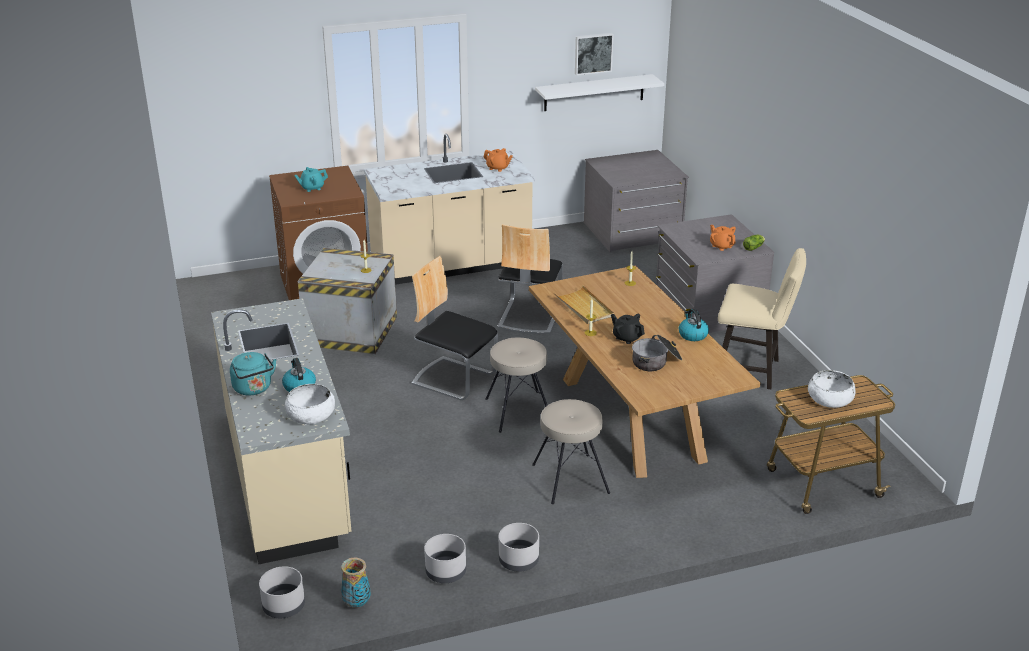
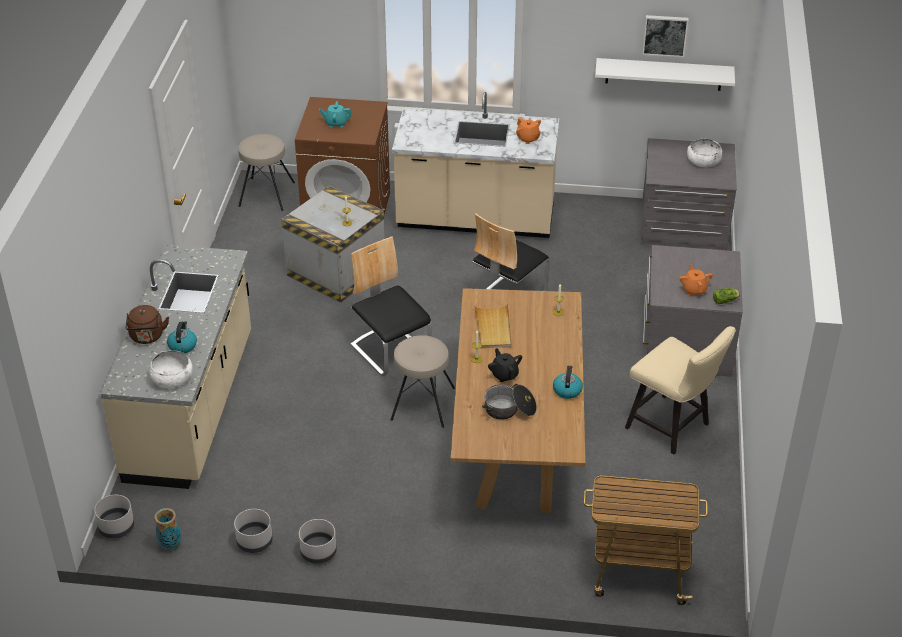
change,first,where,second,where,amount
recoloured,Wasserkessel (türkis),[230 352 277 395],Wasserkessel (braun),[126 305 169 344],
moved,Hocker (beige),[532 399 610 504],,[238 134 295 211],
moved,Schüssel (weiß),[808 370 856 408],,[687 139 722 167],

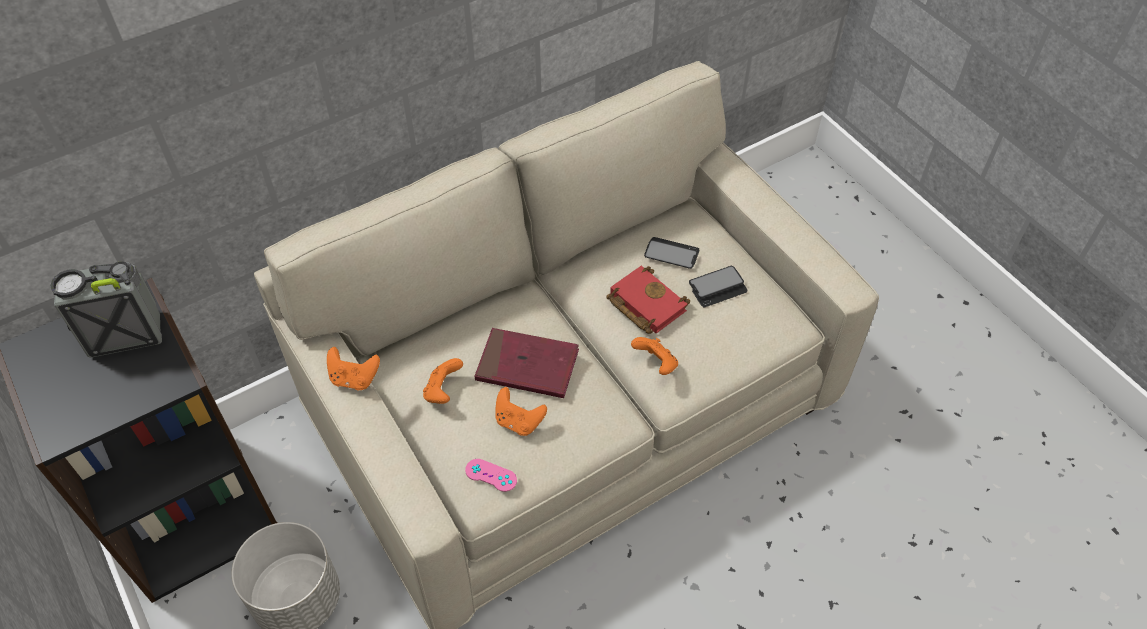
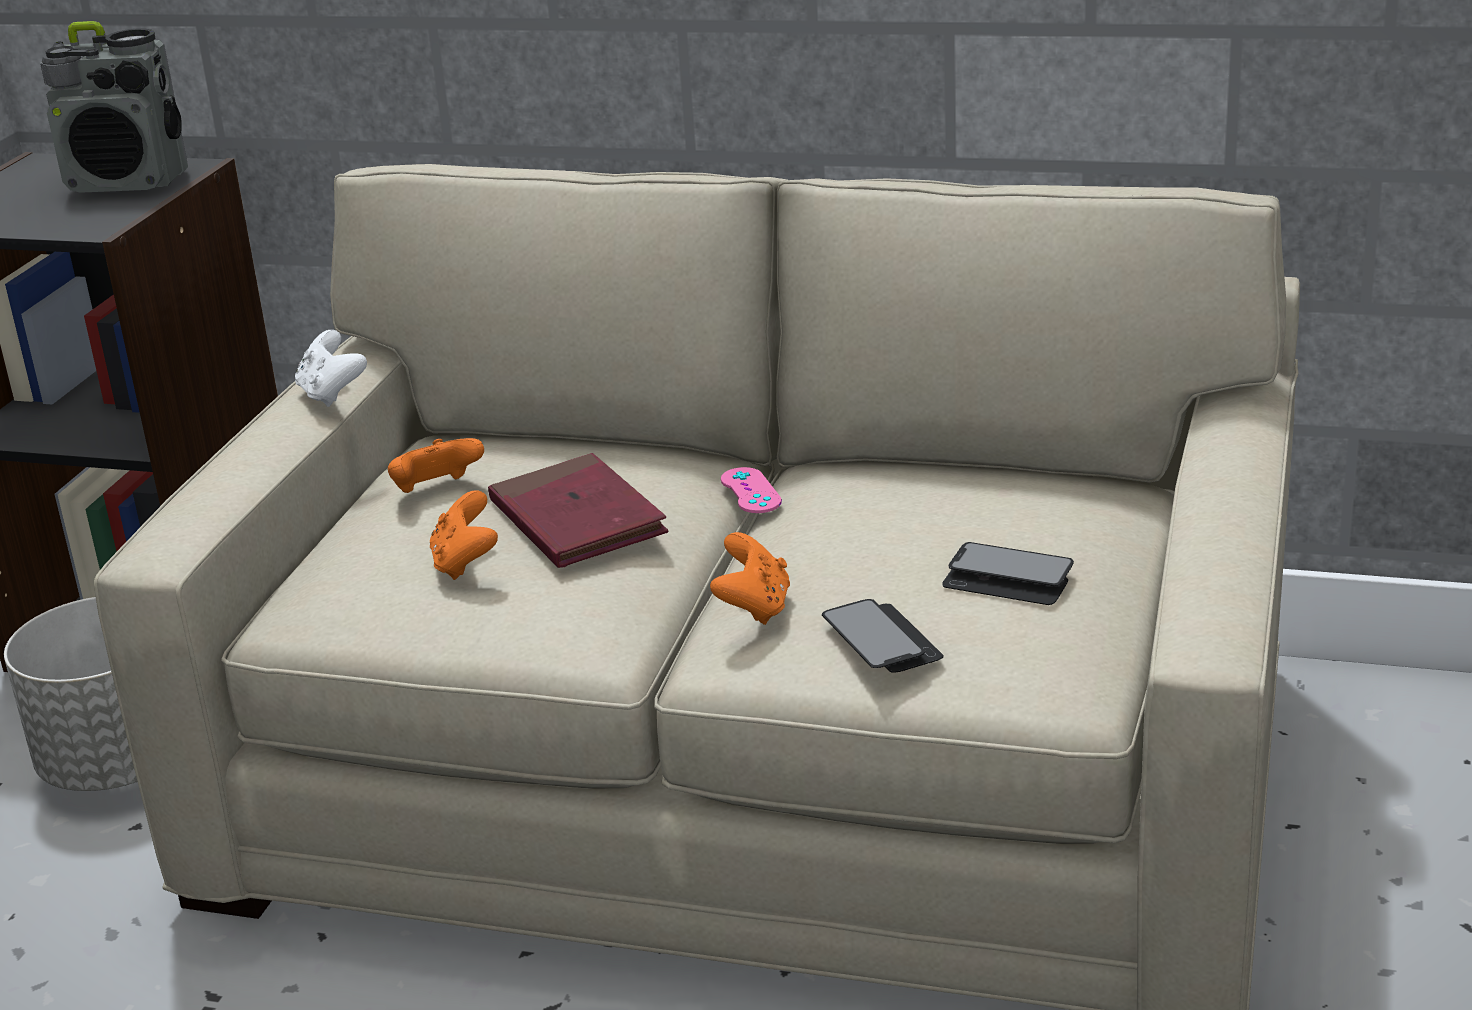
change,first,where,second,where,amount
turned,Radio,[50 261 162 358],,[40 21 188 193],150 degrees clockwise
recoloured,Gamepad (orange),[327 347 380 390],Gamepad (weiß),[295 330 367 407],
moved,Gamepad (rosa),[465 459 517 492],,[721 467 782 513],
moved,Handy,[644 237 699 269],,[822 599 944 673],
removed,Buch (rot),[606 266 690 334],,,

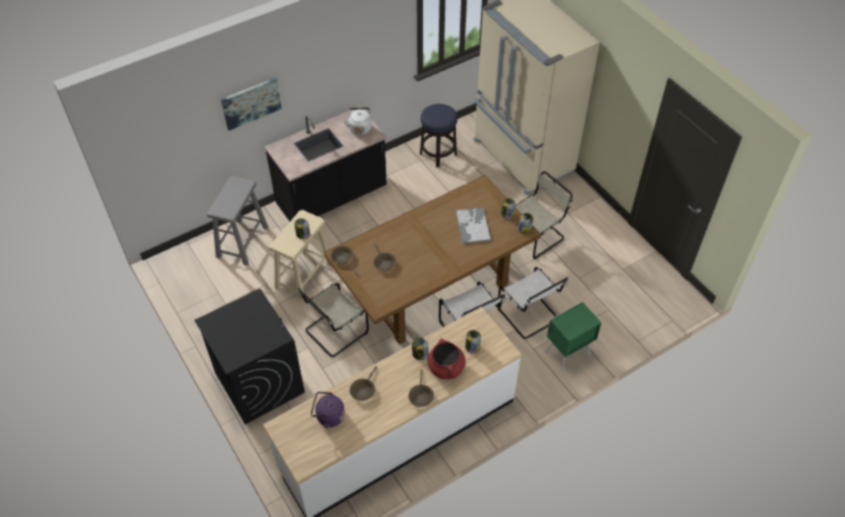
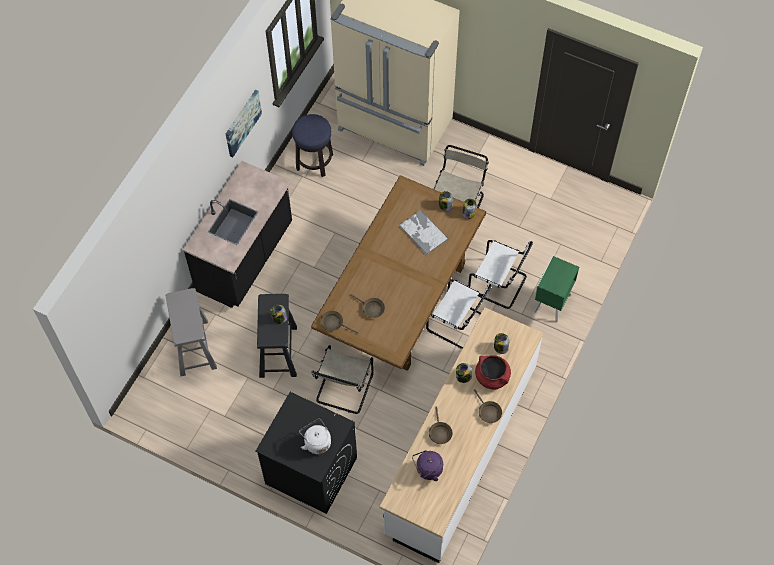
change,first,where,second,where,amount
moved,Bild,[221 78 282 131],,[226 89 262 158],
recoloured,Hocker (beige),[269 210 332 303],Hocker (schwarz),[257 294 297 378],
moved,Wasserkessel (weiß),[343 107 371 135],,[299 419 331 454],

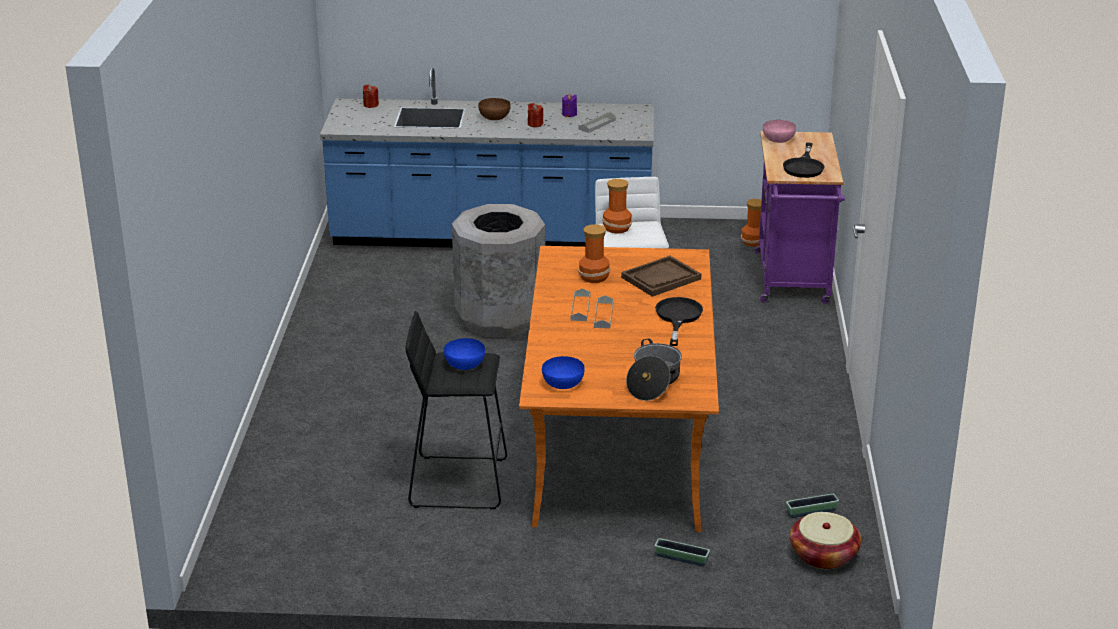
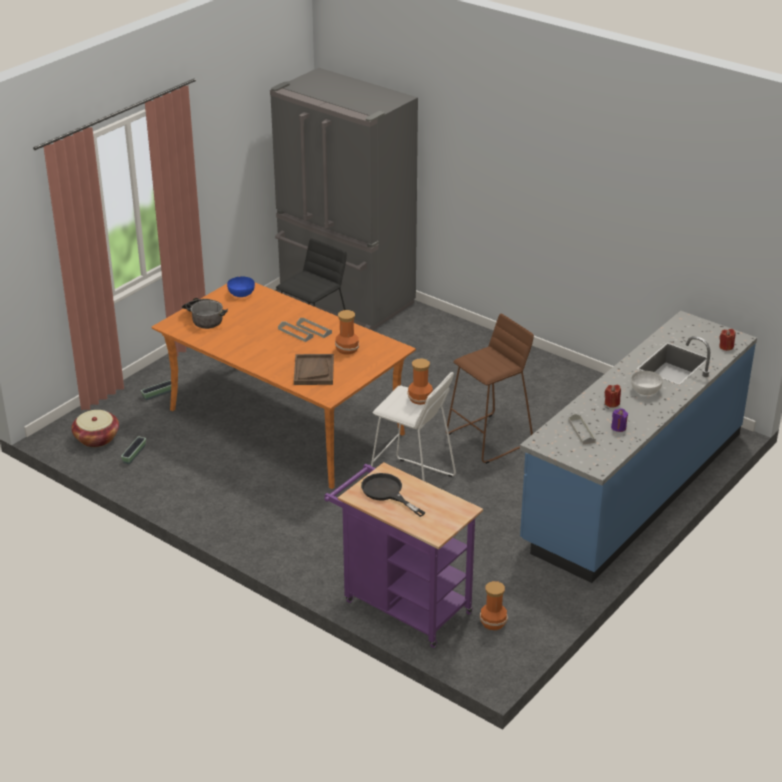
change,first,where,second,where,amount
added,,,Kühlschrank (grau),[270 68 418 331],
replaced,Mülleimer (grau),[452 204 545 337],Hocker (braun),[446 313 534 464],
recoloured,Schüssel (braun),[478 98 511 120],Schüssel (weiß),[631 371 663 395],
removed,Schüssel (blau),[444 338 485 370],,,
removed,Pfanne (schwarz),[655 297 703 346],,,
removed,Schüssel (rosa),[763 120 796 143],,,

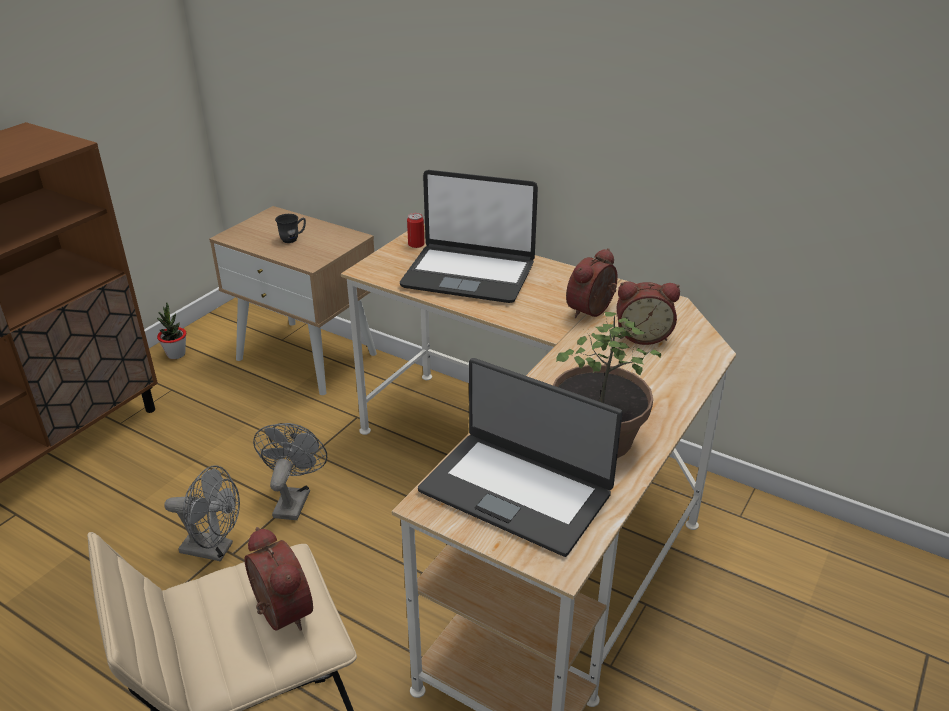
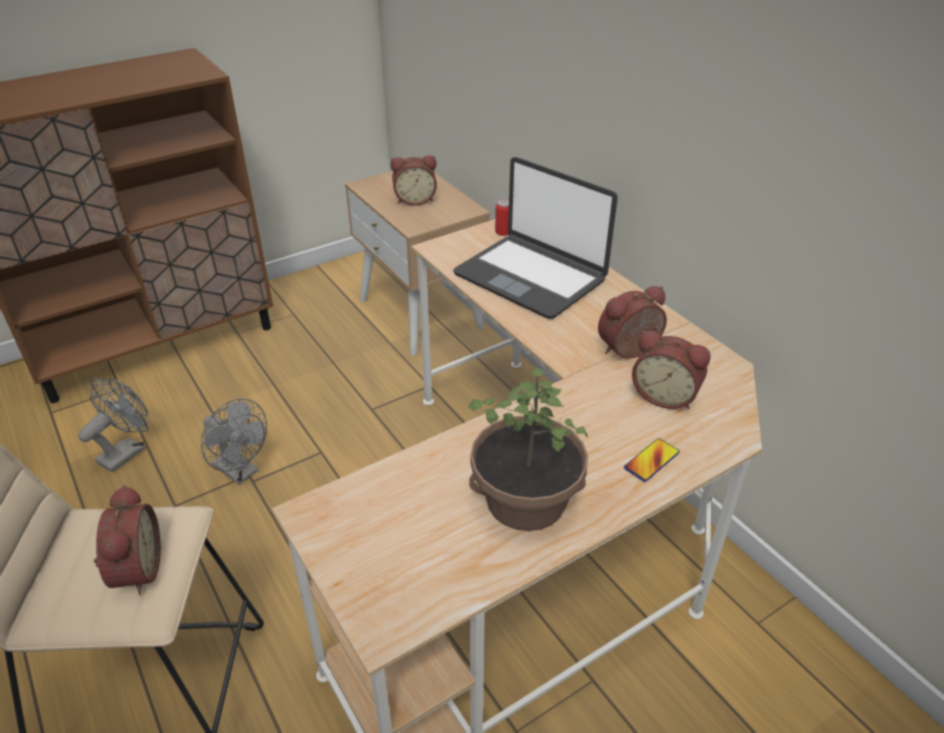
change,first,where,second,where,amount
moved,Ventilator (grau),[253 423 327 520],,[78 378 148 472],
replaced,Henkelbecher (grau),[275 214 306 243],Wecker,[390 155 437 206],
added,,,Handy,[624 438 680 482],
removed,Topfpflanze,[157 302 186 359],,,
removed,Laptop,[418 358 623 557],,,

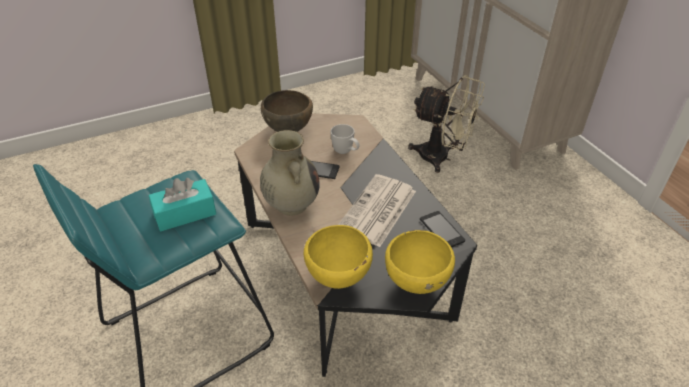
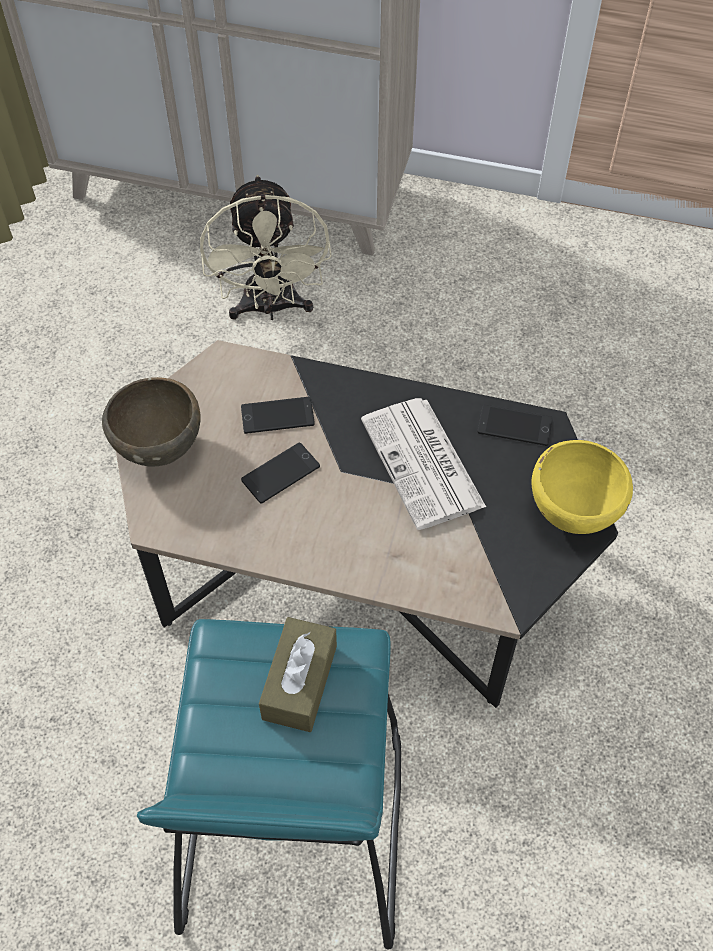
change,first,where,second,where,amount
turned,Ventilator (beige),[408 75 485 173],,[200 175 332 320],105 degrees clockwise
replaced,Henkelbecher (weiß),[330 124 360 154],Handy,[241 397 315 434],
recoloured,Taschentuchbox (türkis),[148 178 216 232],Taschentuchbox (braun),[259 617 337 732],
removed,Vase (beige),[260 130 320 215],,,
removed,Schüssel (gelb),[304 225 373 289],,,

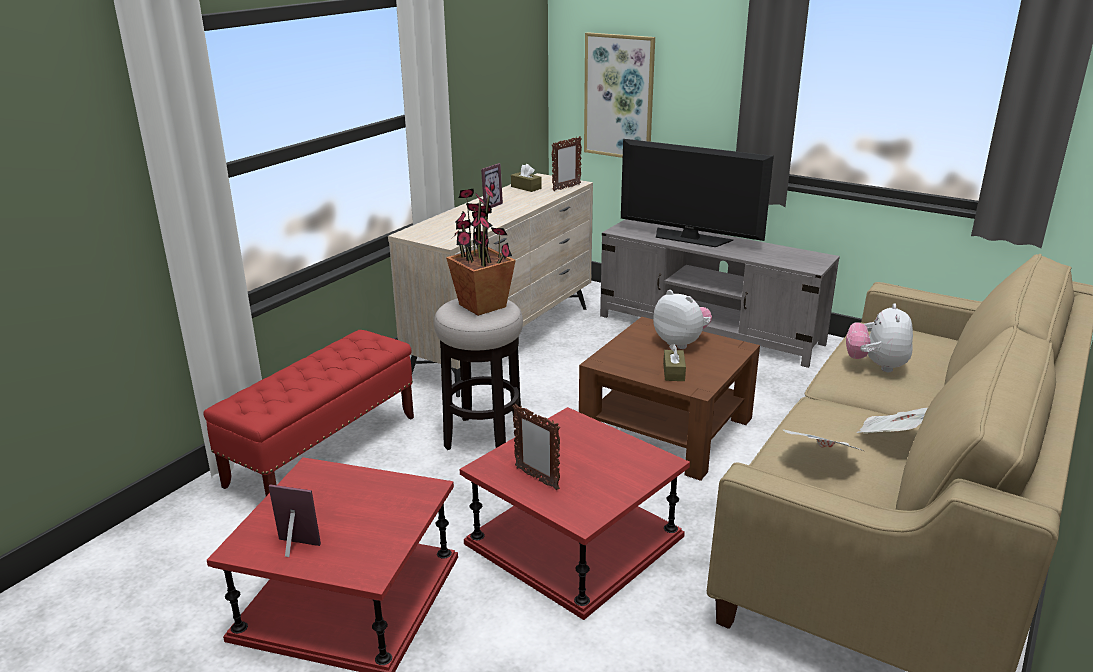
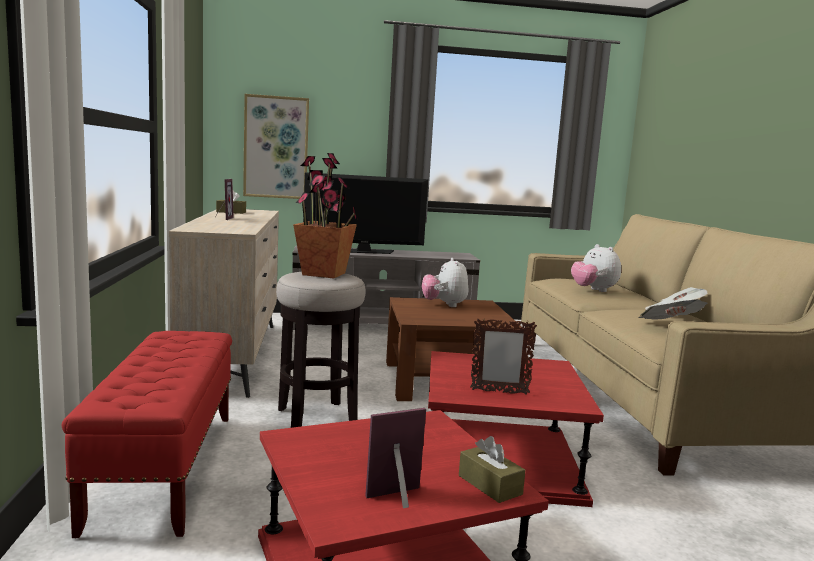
change,first,where,second,where,amount
turned,Plüschtier,[653 290 712 349],,[422 258 468 307],105 degrees counterclockwise
moved,Taschentuchbox (braun),[663 344 686 381],,[459 436 525 503],
removed,Bilderrahmen,[551 136 582 191],,,

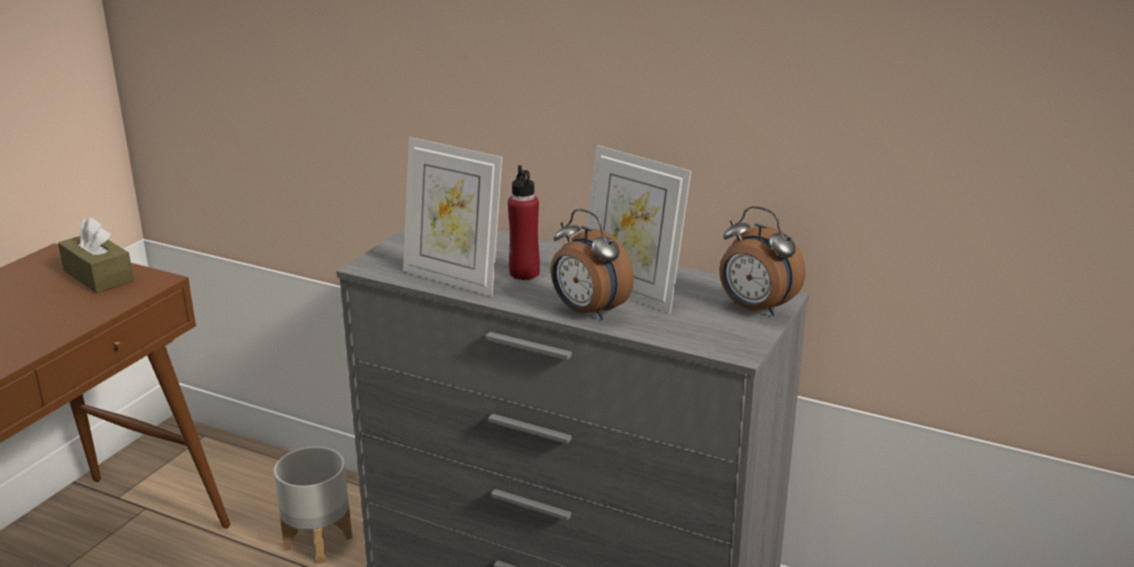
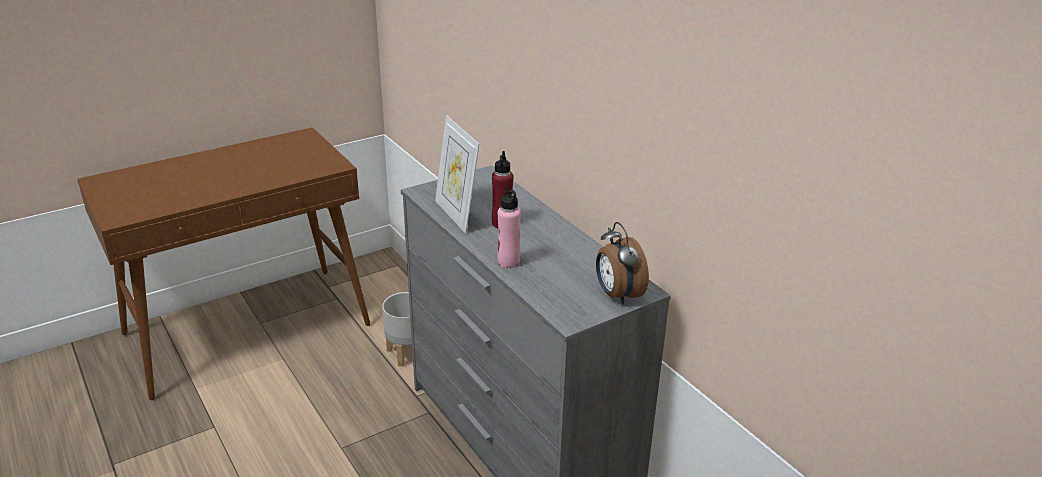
change,first,where,second,where,amount
replaced,Wecker,[551 208 634 320],Flasche (rosa),[497 186 521 268],
removed,Taschentuchbox (braun),[58 217 134 293],,,
removed,Bilderrahmen,[587 145 691 313],,,

